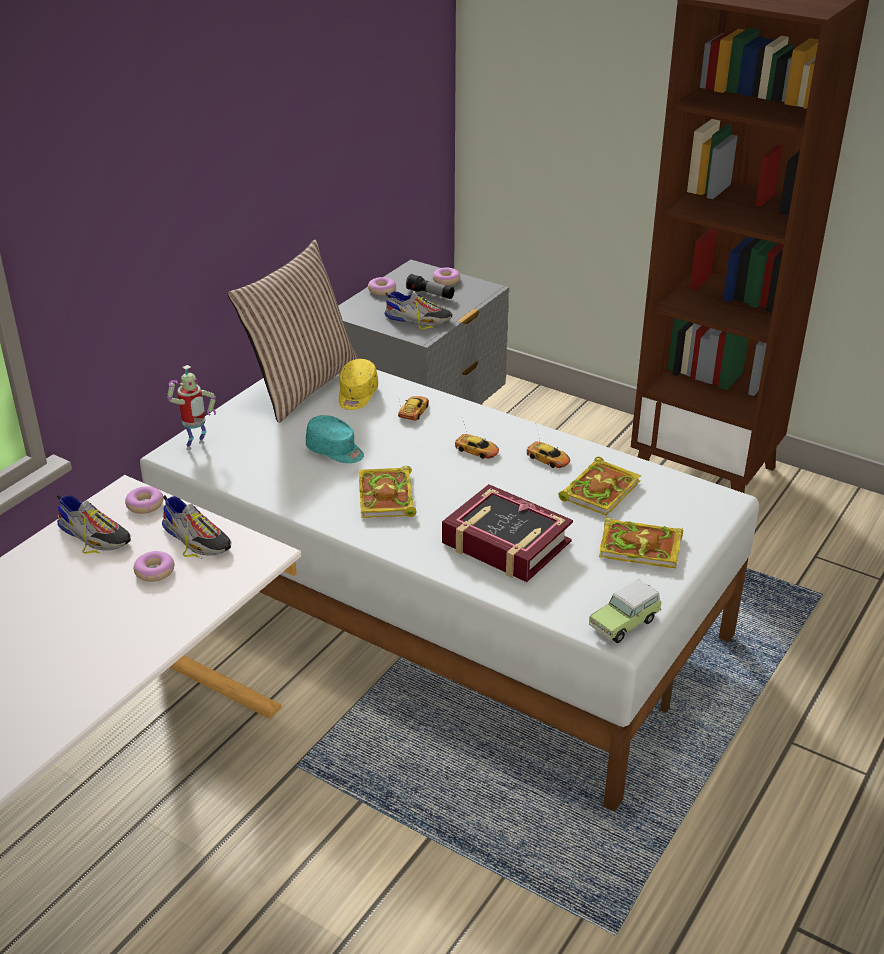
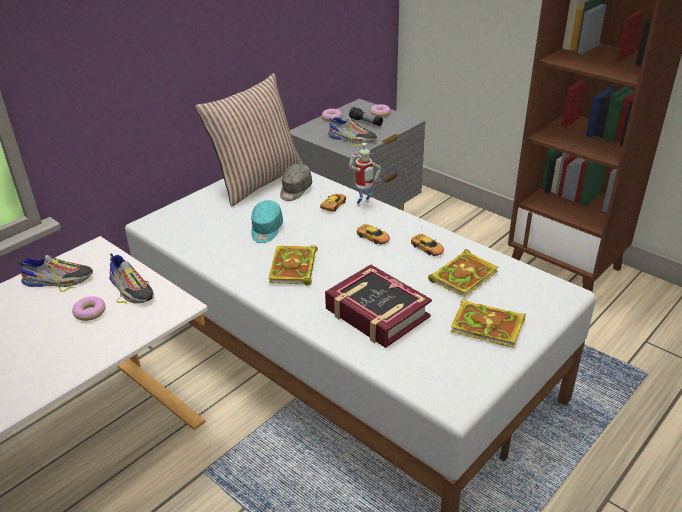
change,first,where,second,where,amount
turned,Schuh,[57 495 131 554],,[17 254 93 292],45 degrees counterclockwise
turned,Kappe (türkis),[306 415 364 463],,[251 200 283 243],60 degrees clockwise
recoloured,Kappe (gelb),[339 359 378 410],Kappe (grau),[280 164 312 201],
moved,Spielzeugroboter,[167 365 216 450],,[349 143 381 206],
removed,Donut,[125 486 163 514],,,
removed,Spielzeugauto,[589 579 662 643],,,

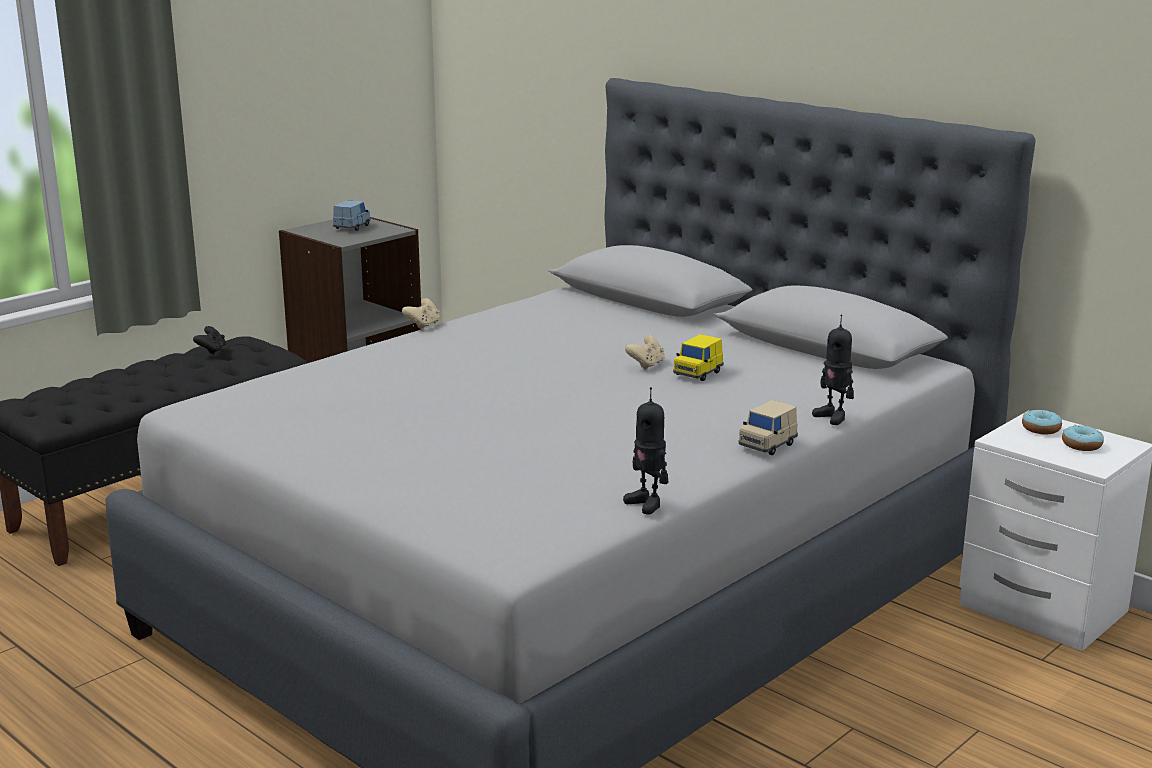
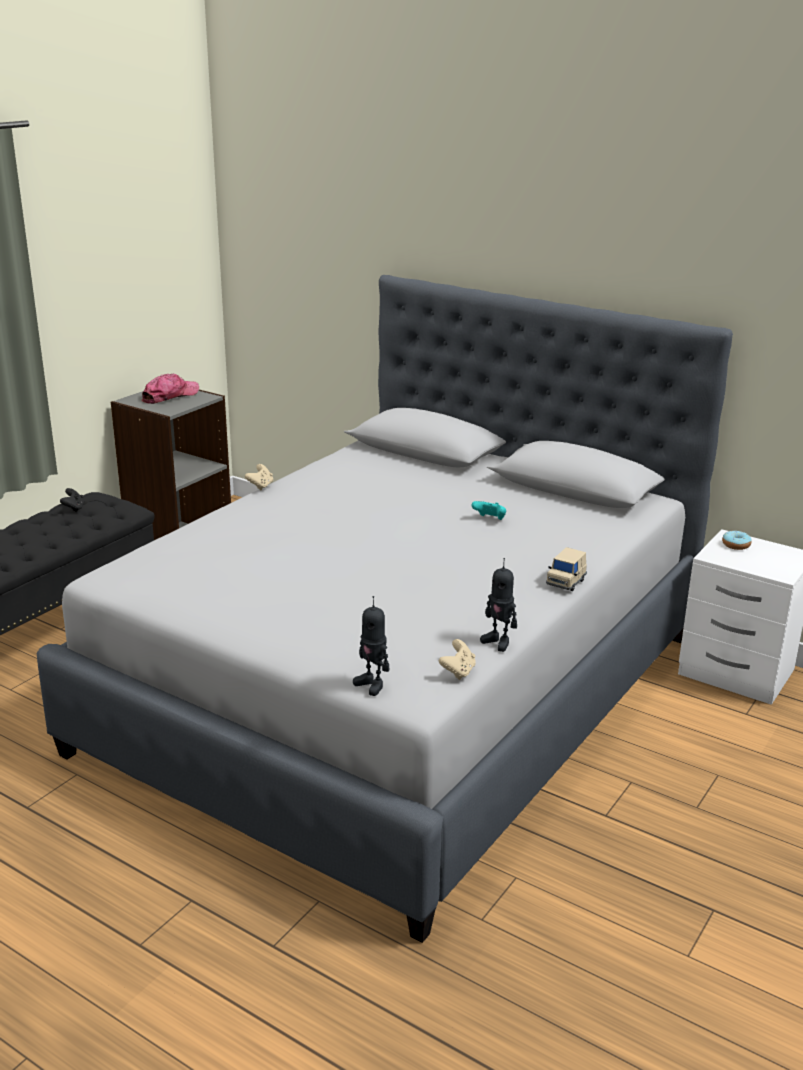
change,first,where,second,where,amount
replaced,Spielzeugauto (blau),[333 200 370 231],Kappe,[142 374 199 404],
moved,Spielzeugroboter,[812 315 854 425],,[353 596 390 696],
moved,Gamepad (beige),[625 335 665 370],,[439 639 476 680],
replaced,Spielzeugauto (gelb),[673 334 724 381],Gamepad (türkis),[471 501 506 520],
removed,Donut,[1062 425 1104 451],,,

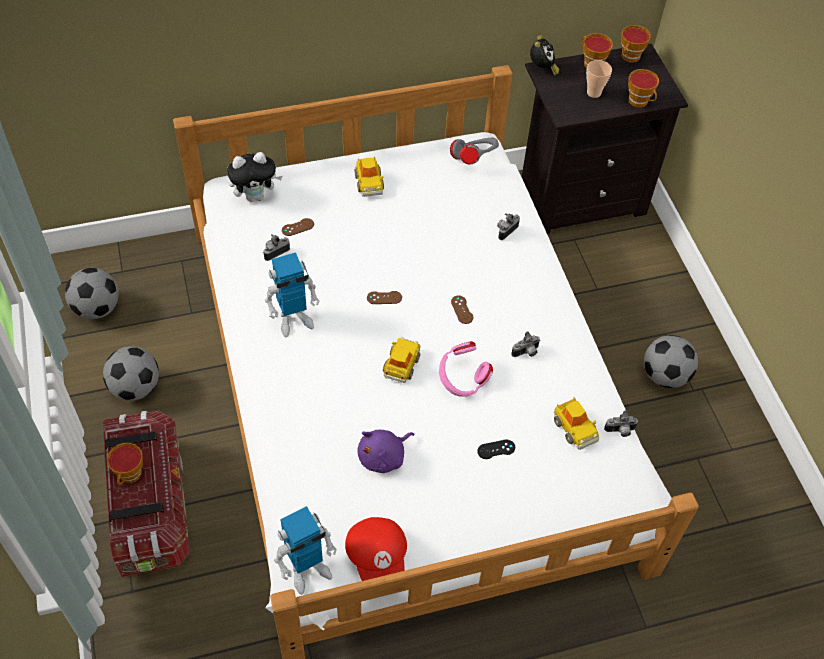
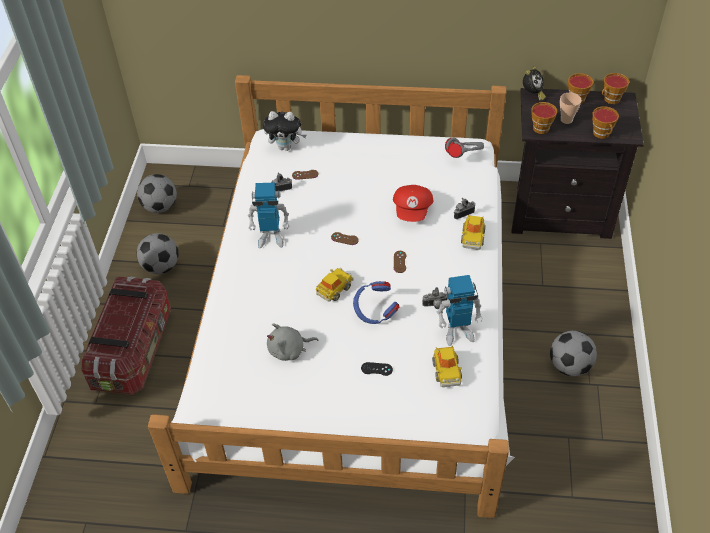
change,first,where,second,where,amount
recoloured,Plüschtier (lila),[357 430 414 473],Plüschtier (grau),[267 323 319 361],
recoloured,Kopfhörer (rosa),[439 341 493 396],Kopfhörer (blau),[353 281 399 324],
moved,Kappe (rot),[345 517 407 581],,[393 185 433 222],
moved,Spielzeugroboter,[274 506 337 595],,[437 275 483 346],
moved,Spielzeugauto,[354 157 384 197],,[461 215 486 250],
moved,Tasse,[107 443 143 485],,[532 102 557 134],
removed,Kamera,[604 410 638 437],,,

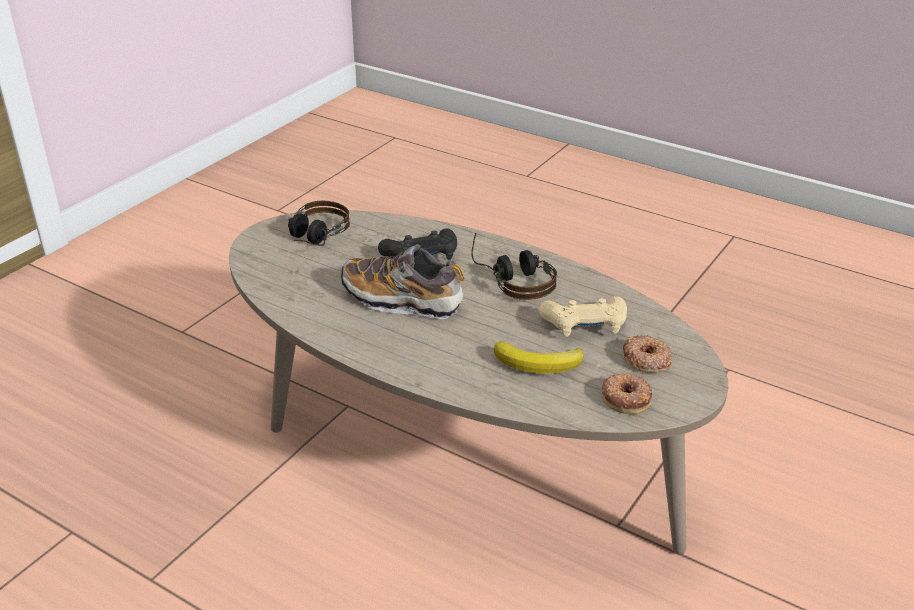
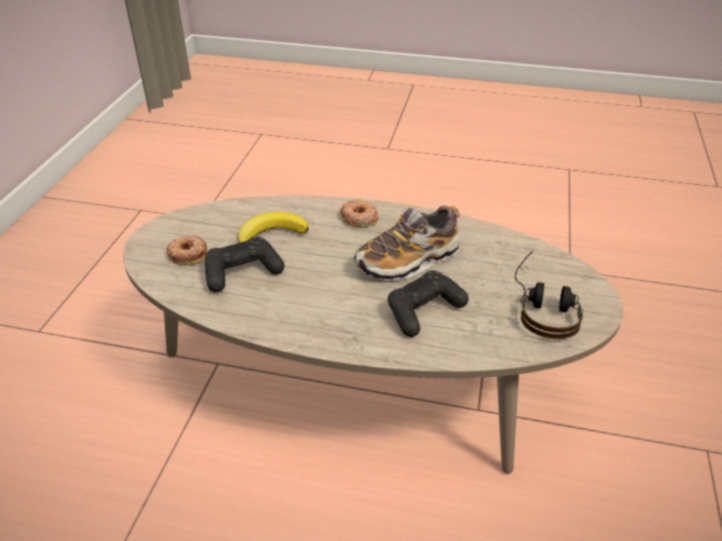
change,first,where,second,where,amount
recoloured,Gamepad (beige),[539 296 627 337],Gamepad (schwarz),[205 237 284 292],
moved,Donut,[601 373 652 415],,[341 200 378 227],
turned,Schuh,[341 244 465 319],,[354 206 460 280],150 degrees clockwise
removed,Kopfhörer,[471 233 557 300],,,

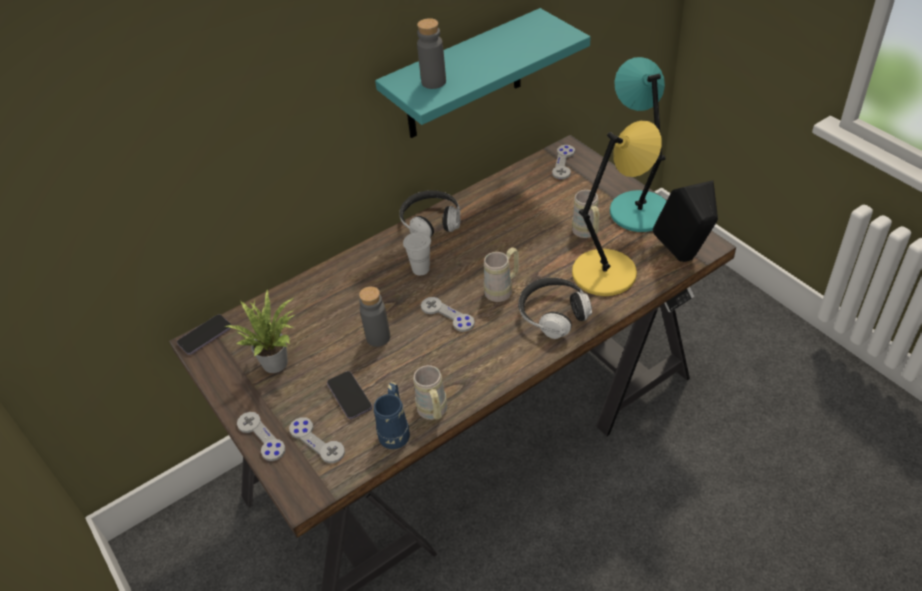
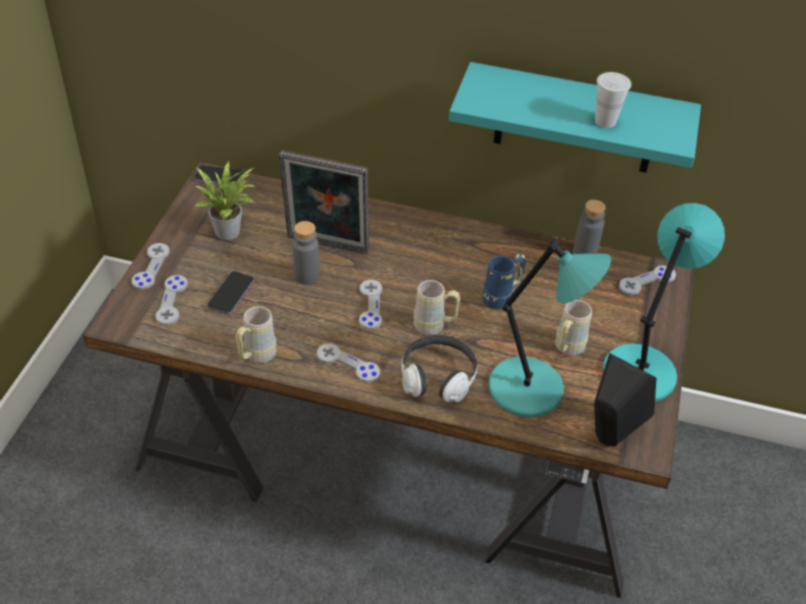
change,first,where,second,where,amount
added,,,Bilderrahmen,[279 150 369 254],
added,,,Gamepad (grau),[317 343 380 383],
moved,Henkelbecher (blau),[374 382 410 449],,[482 254 526 309],
recoloured,Tischlampe (gelb),[572 121 662 296],Tischlampe (türkis),[489 238 611 417],
moved,Flasche (grau),[417 18 446 89],,[573 200 606 254],
moved,Tasse (weiß),[403 232 431 275],,[595 72 631 128],
removed,Kopfhörer,[399 190 460 238],,,

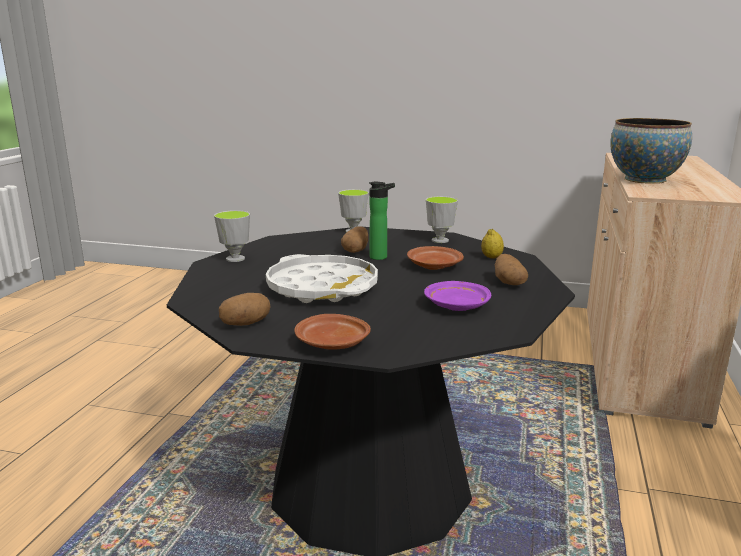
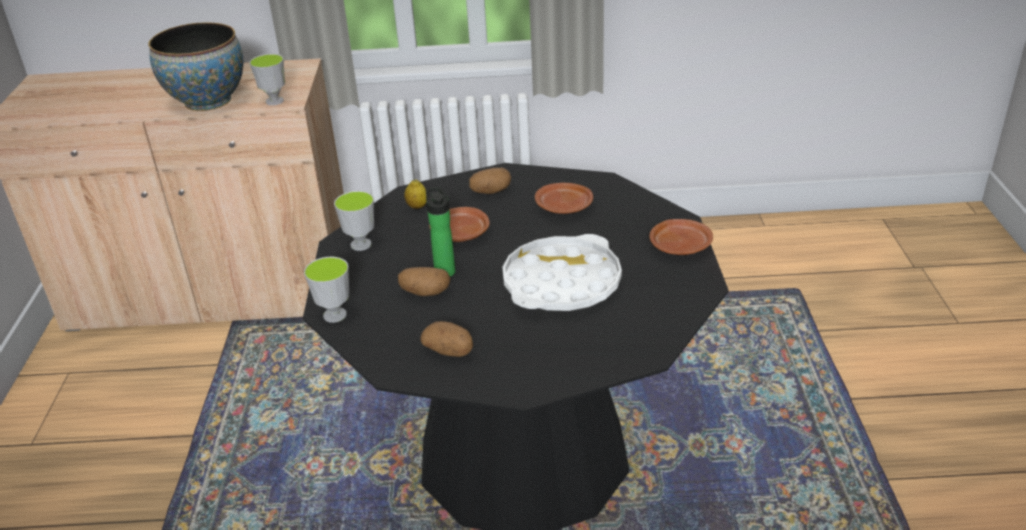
change,first,where,second,where,amount
moved,Tasse,[214 210 250 262],,[249 54 285 105],
moved,Kartoffel,[219 293 271 326],,[420 321 473 357],
recoloured,Teller (lila),[424 281 491 311],Teller (braun),[535 183 593 214],

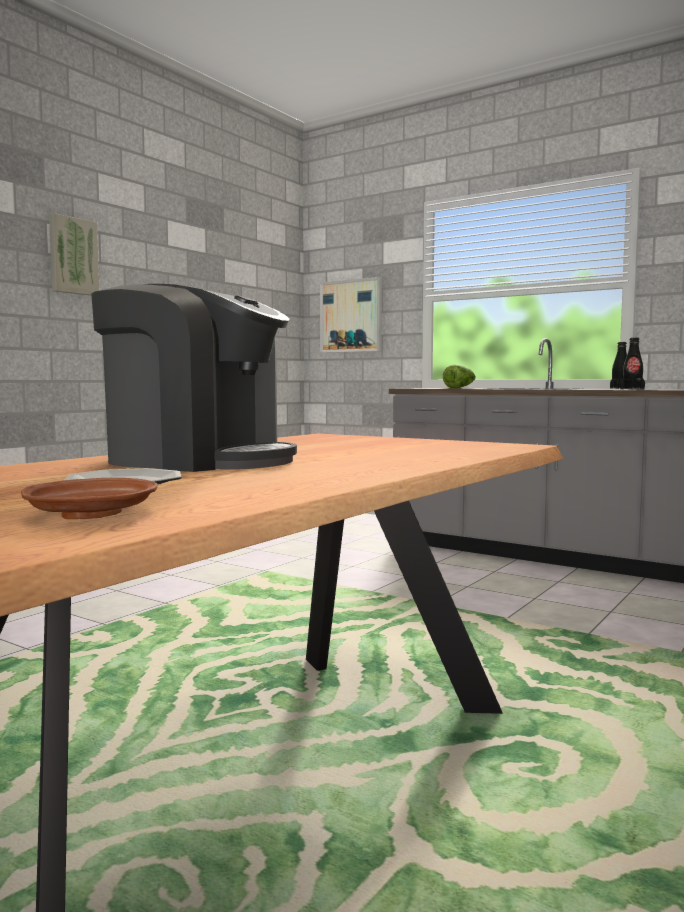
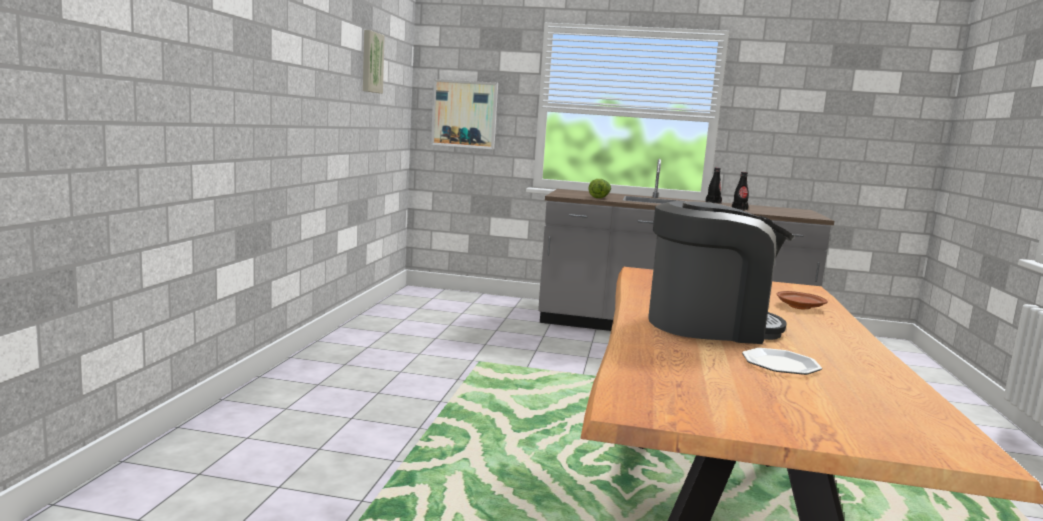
change,first,where,second,where,amount
moved,Bild,[49 213 99 296],,[363 30 385 93],
moved,Teller (braun),[21 478 158 519],,[777 291 828 309],

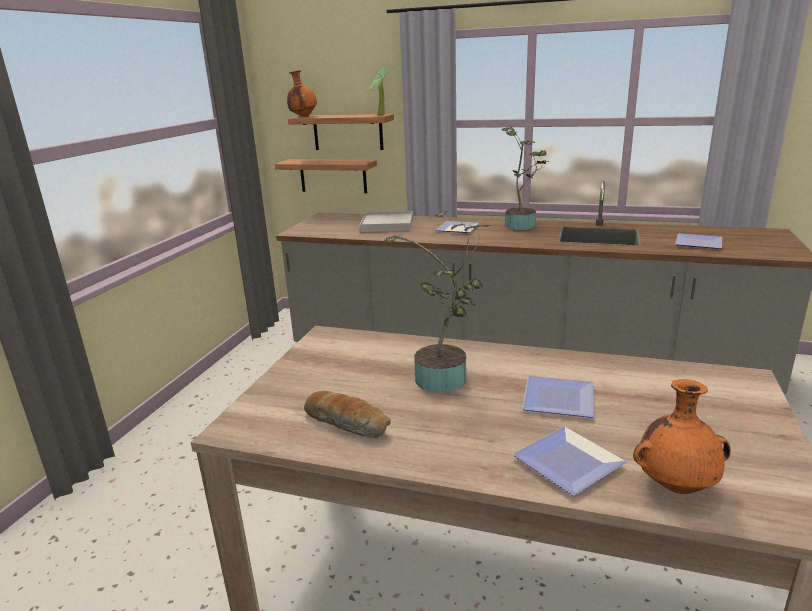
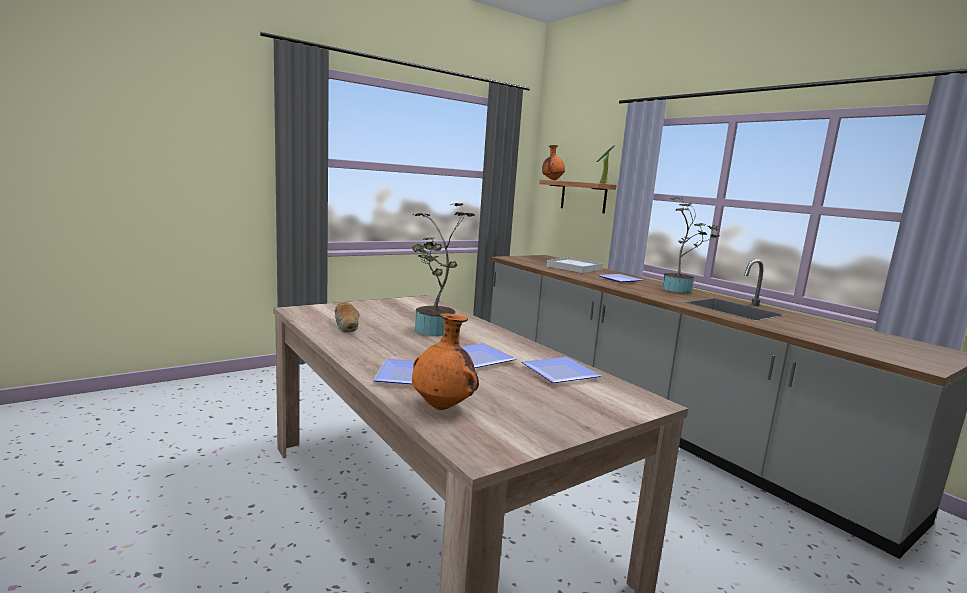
change,first,where,second,where,amount
moved,Teller,[675 233 722 249],,[522 357 601 383],
removed,Wandregal,[275 159 377 193],,,

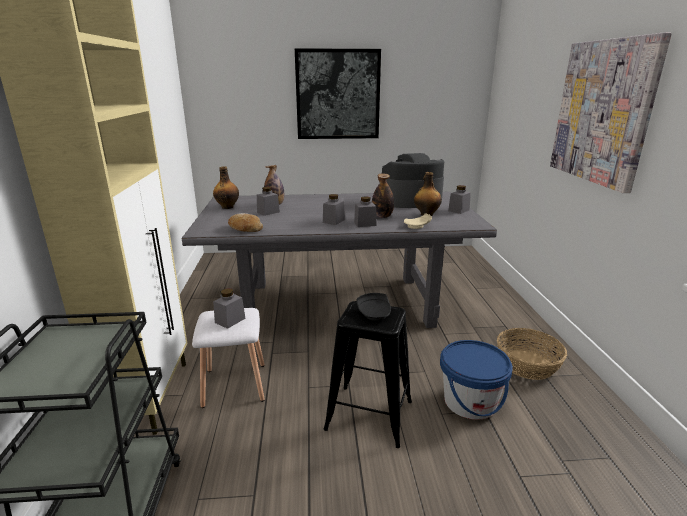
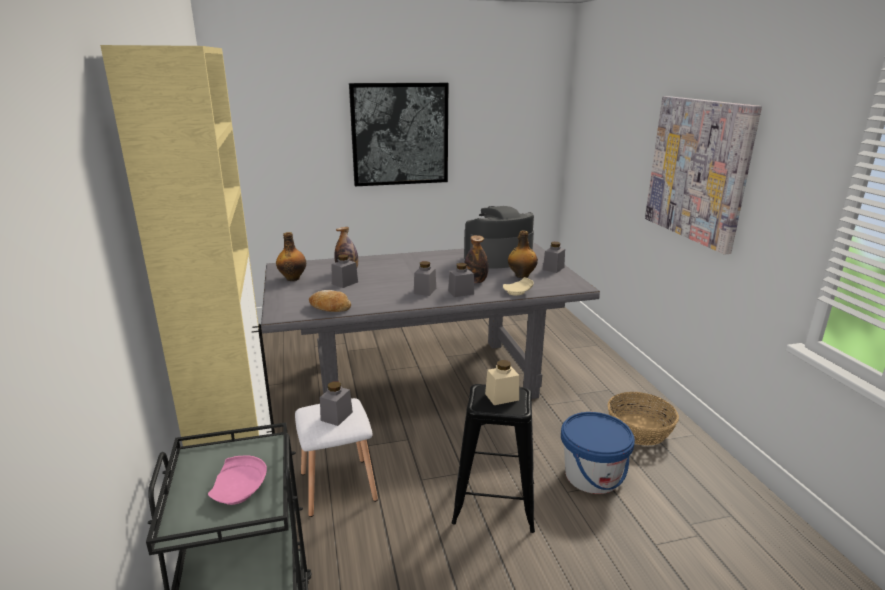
change,first,where,second,where,amount
added,,,Teller (rosa),[208 455 267 505],
replaced,Teller (schwarz),[357 293 391 321],Vorratsglas (beige),[485 360 519 405],

